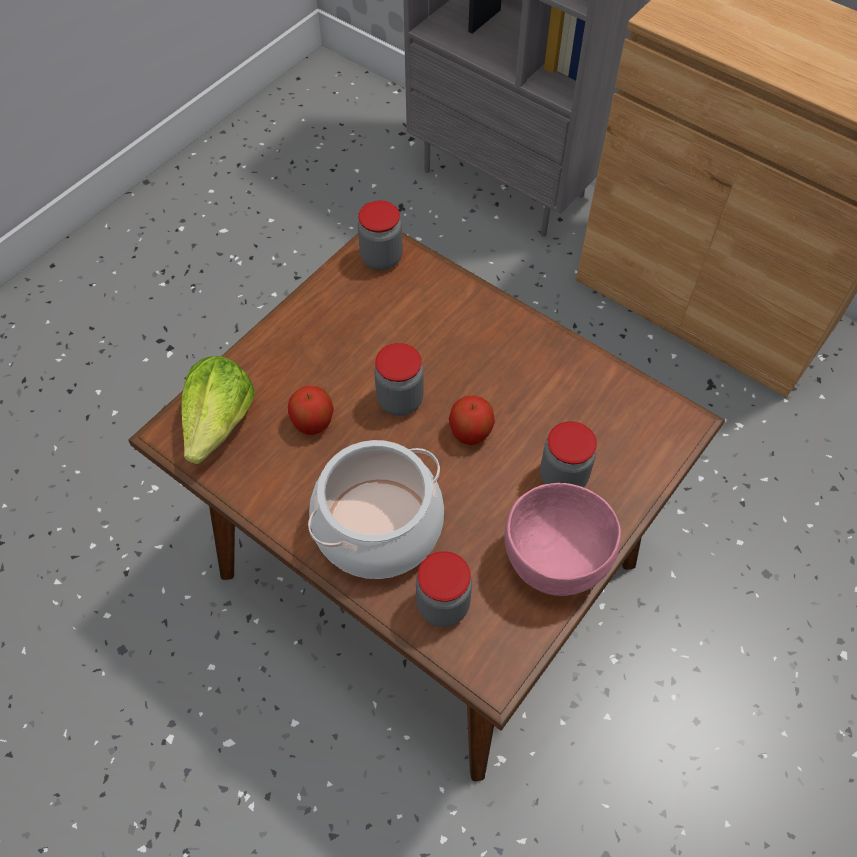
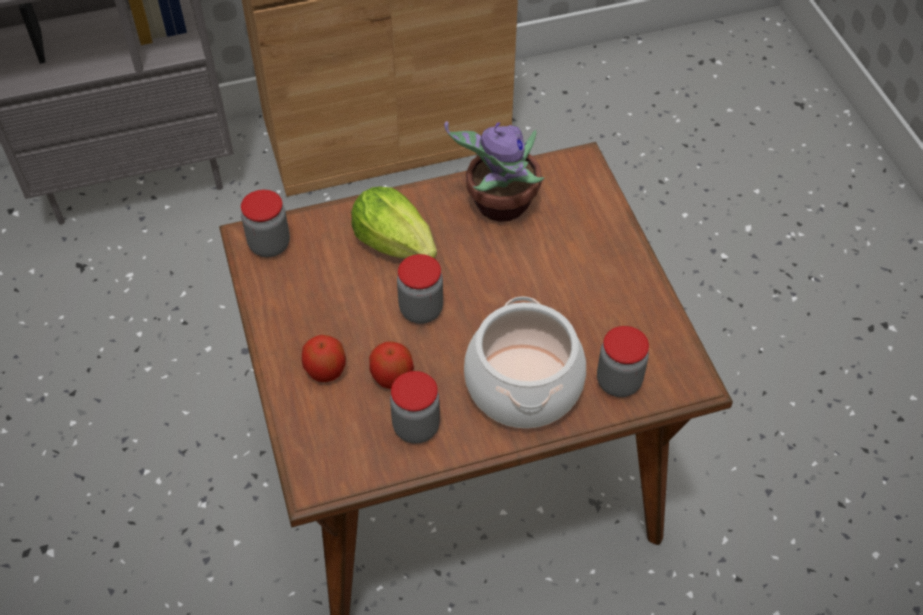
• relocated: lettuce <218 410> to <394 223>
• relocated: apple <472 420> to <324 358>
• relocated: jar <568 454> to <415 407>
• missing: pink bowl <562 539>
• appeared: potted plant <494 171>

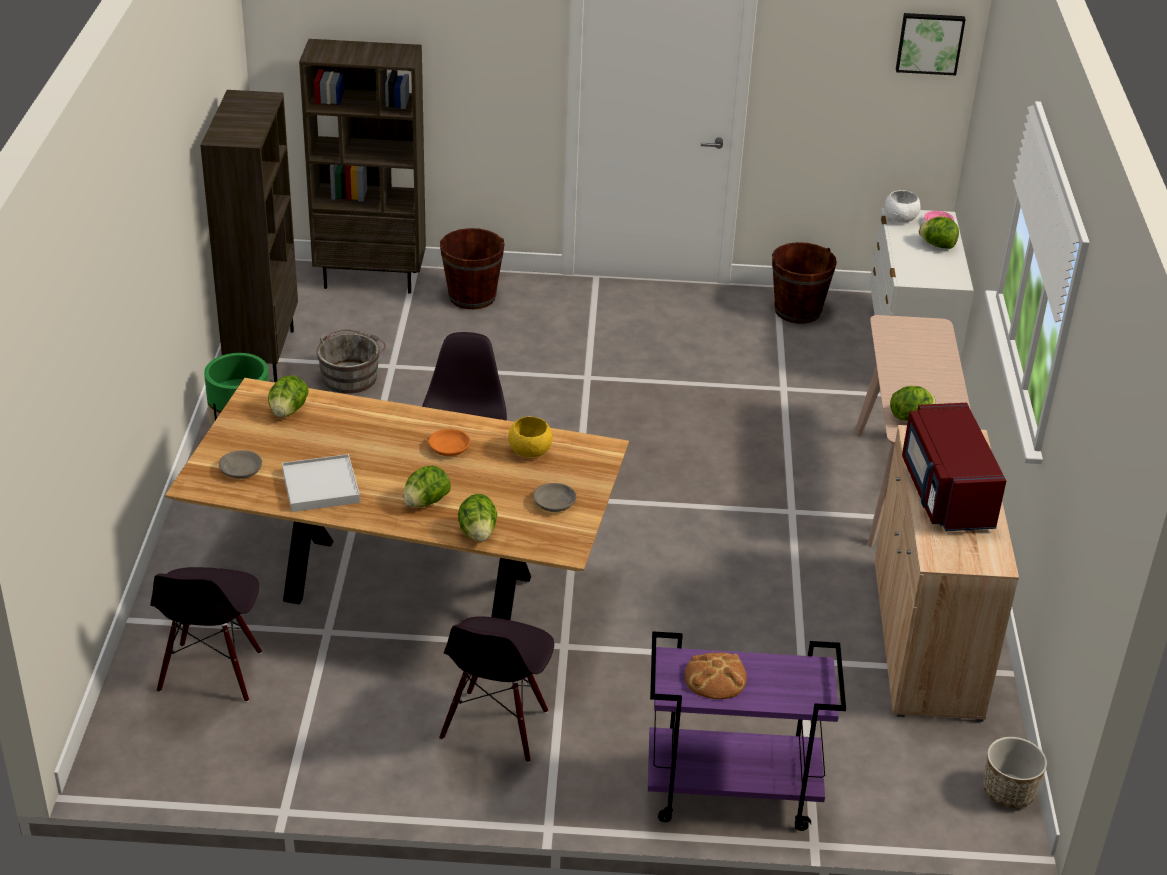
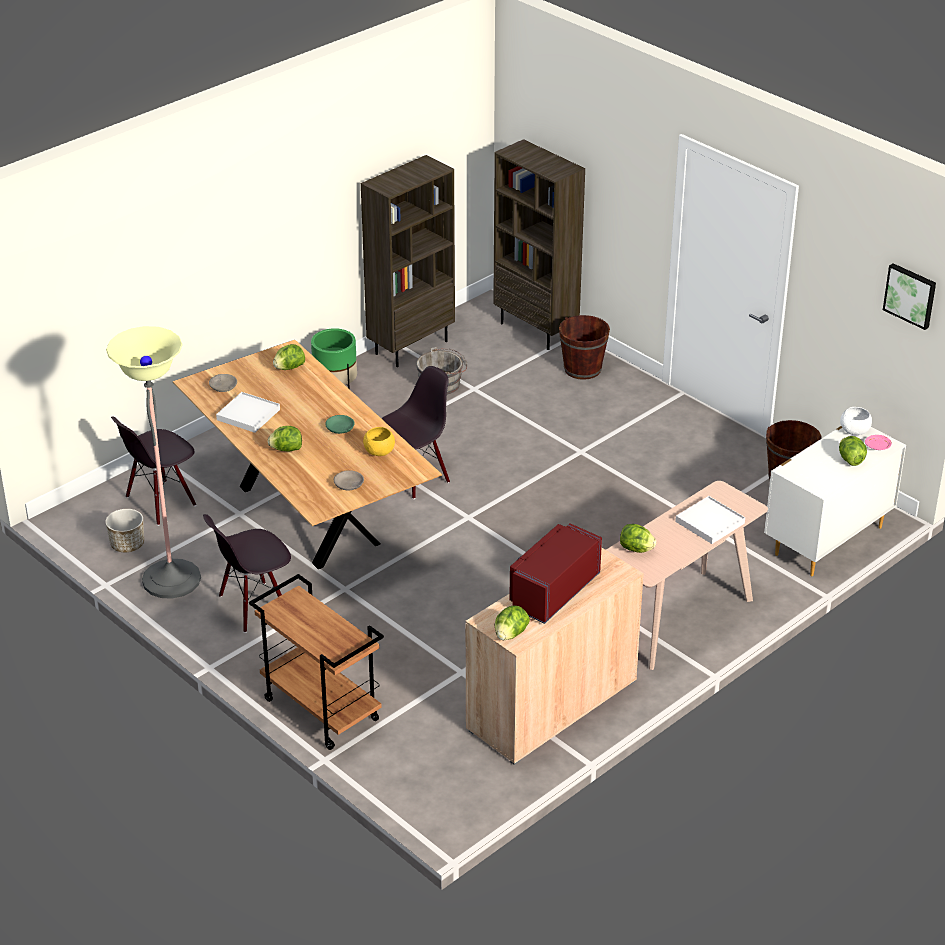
• colour: orange bowl <449 442> to green bowl <340 424>
• relocated: lettuce <477 518> to <512 623>
• colour: purple cart <747 731> to brown cart <316 662>
• missing: bread <716 676>
• relocated: planter <1015 772> to <124 530>
• appeared: floor lamp <153 462>
• appeared: white tray <710 520>

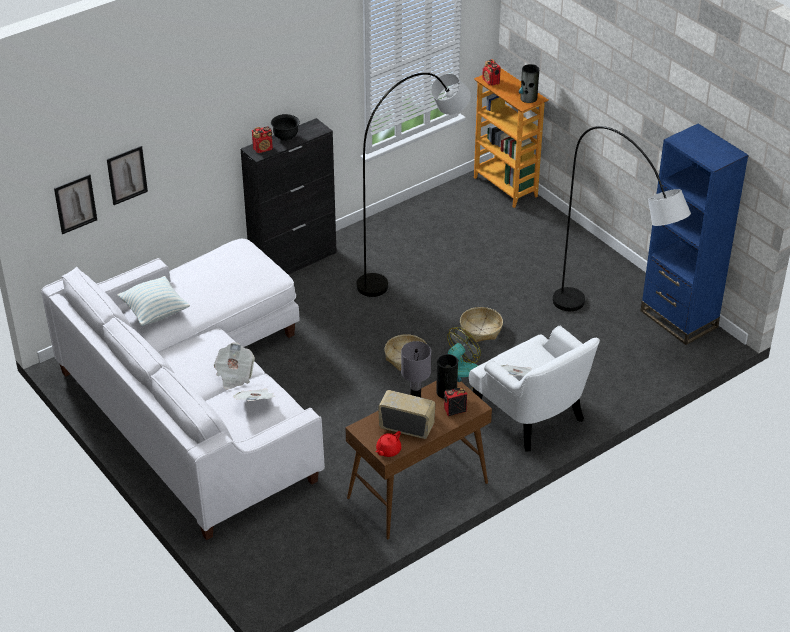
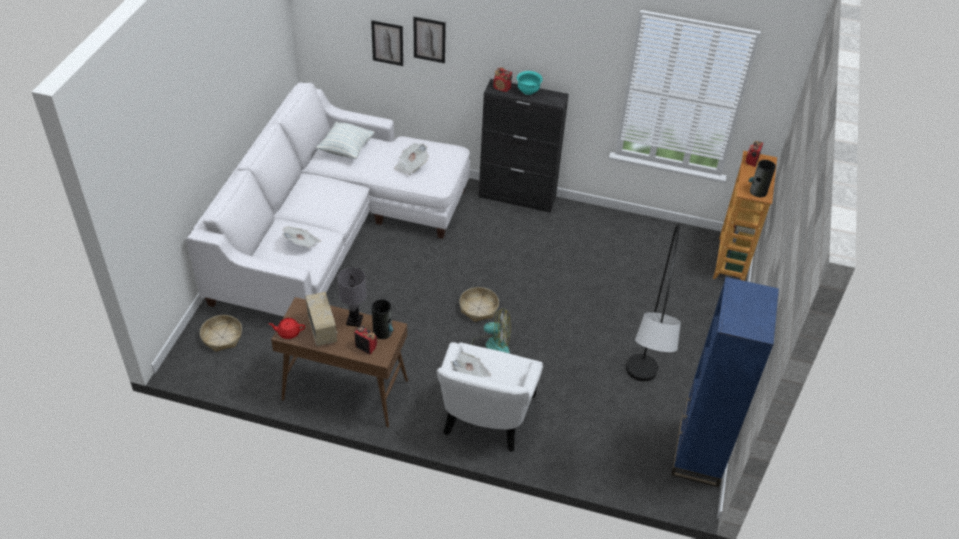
• missing: grey floor lamp <413 185>
• colour: black bowl <285 127> to turquoise bowl <530 83>
• relocated: picture <75 204> to <430 40>
• relocated: basket <481 324> to <221 333>
• relocated: newspaper <234 366> to <411 159>

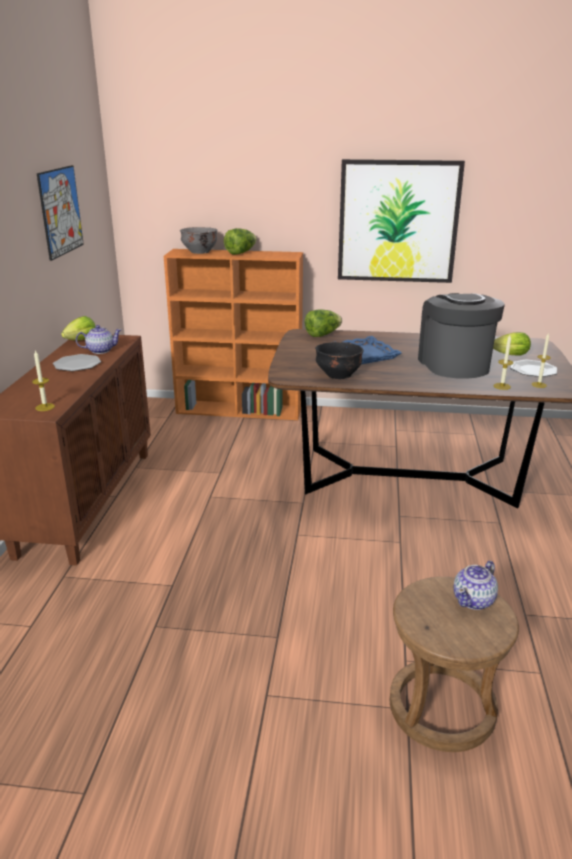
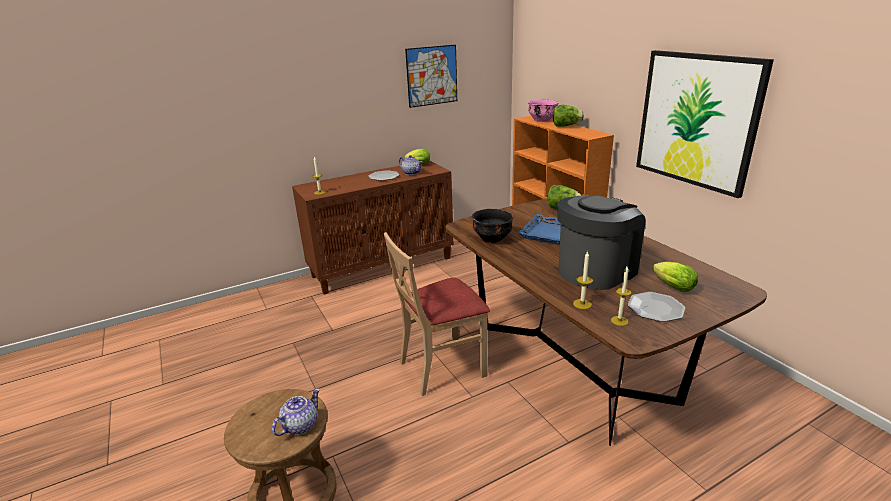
• colour: grey bowl <199 240> to pink bowl <543 111>
• spun: teapot <475 585> = <296 412> 120 degrees clockwise
• appeared: beige chair <437 314>

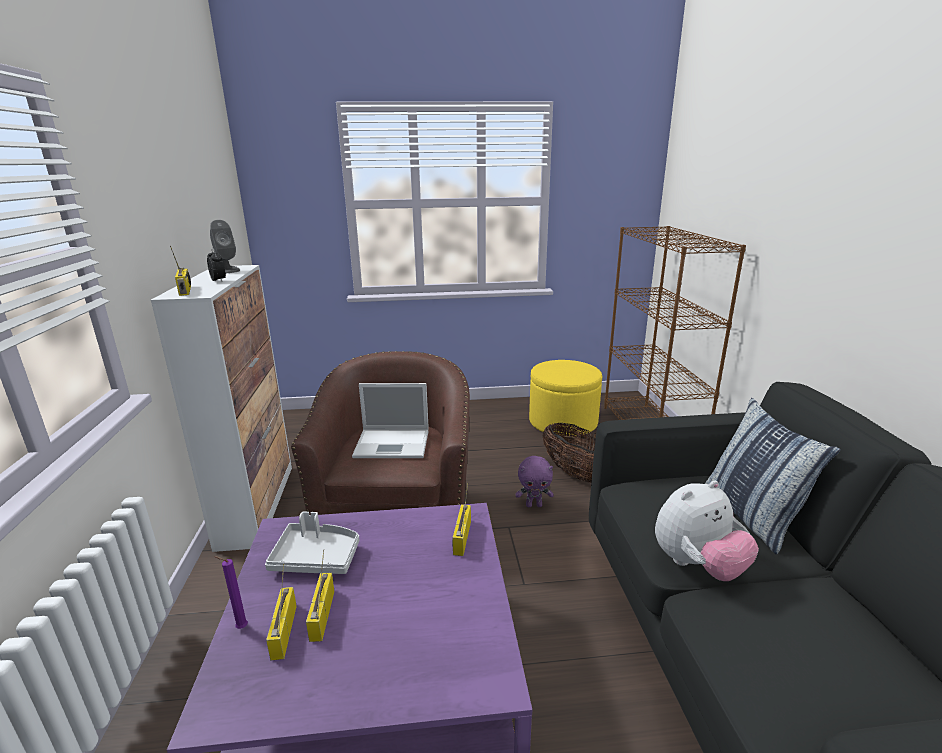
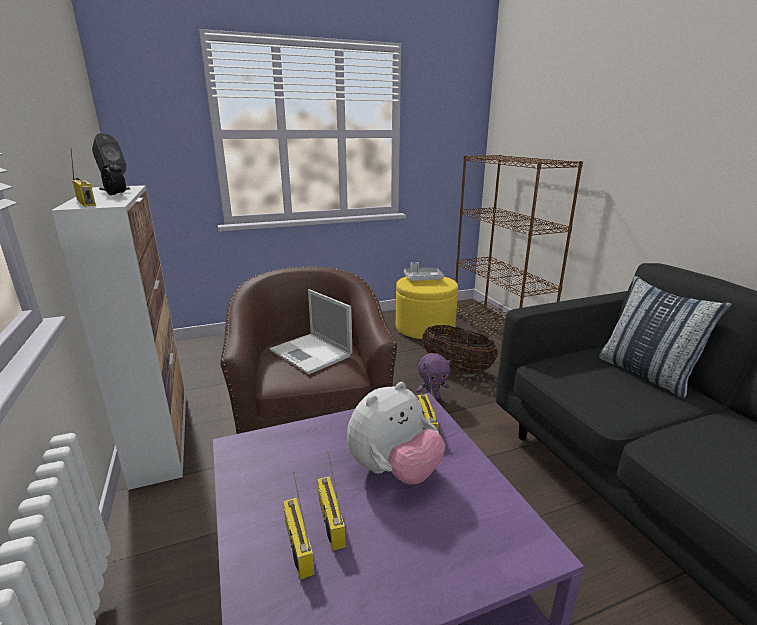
• spun: laptop <390 420> = <310 332> 60 degrees clockwise
• relocated: plush toy <707 530> to <396 433>
• relocated: grey tray <312 543> to <424 271>
• missing: purple candle <231 592>

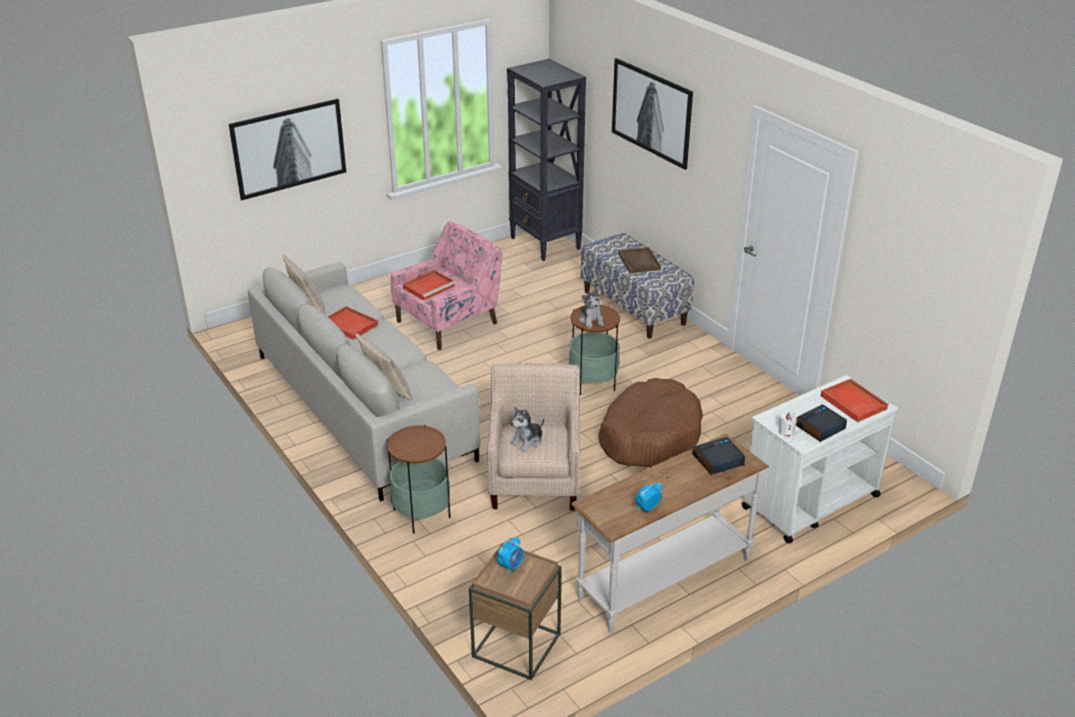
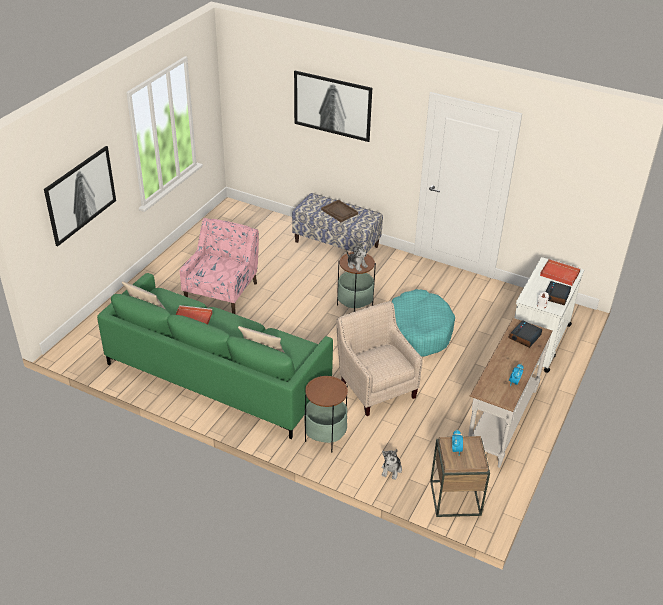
• missing: black bookcase <546 160>
• colour: grey sofa <364 382> to green sofa <215 356>
• missing: red tray <429 285>
• colour: brown dog bed <650 422> to turquoise dog bed <423 323>
• relocated: plush toy <527 429> to <392 464>

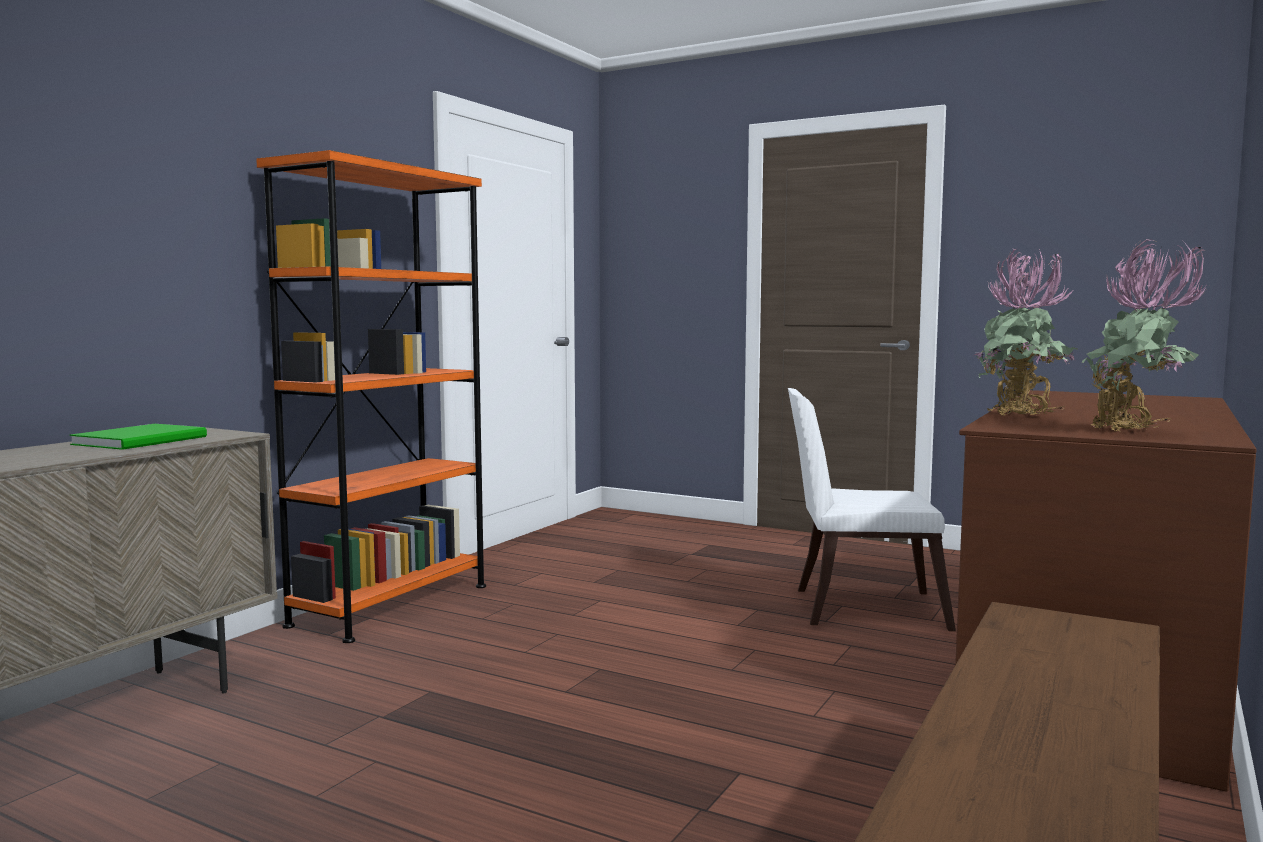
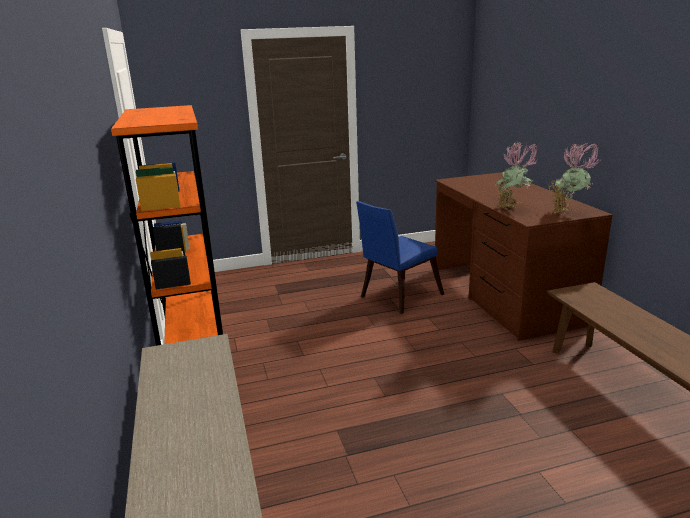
• colour: white chair <872 509> to blue chair <400 257>
• missing: green book <138 437>

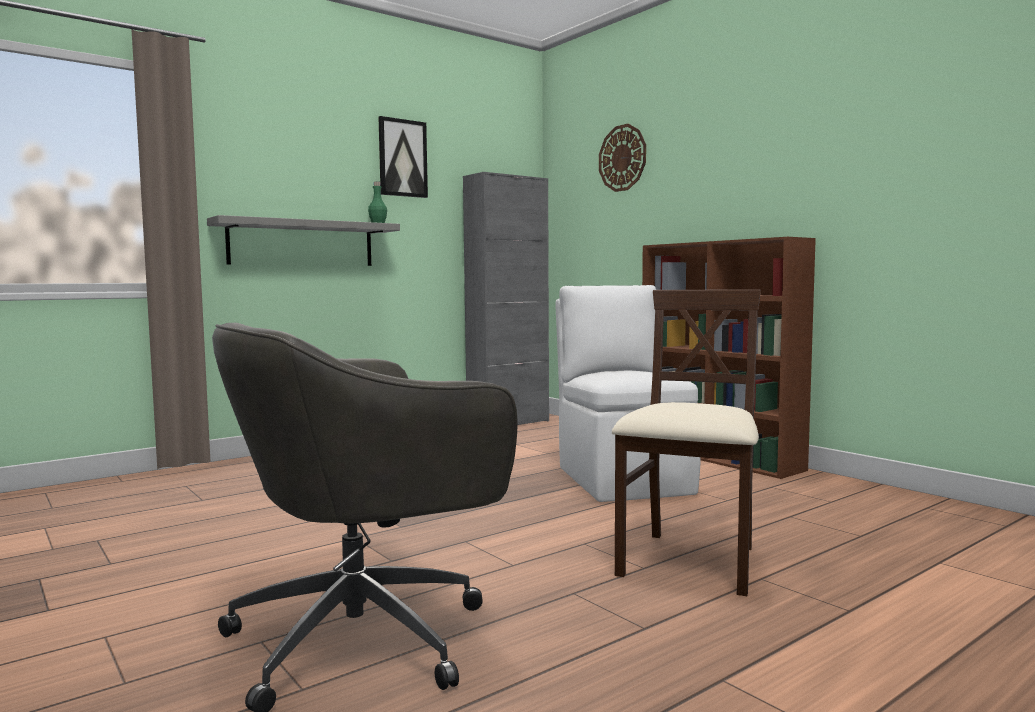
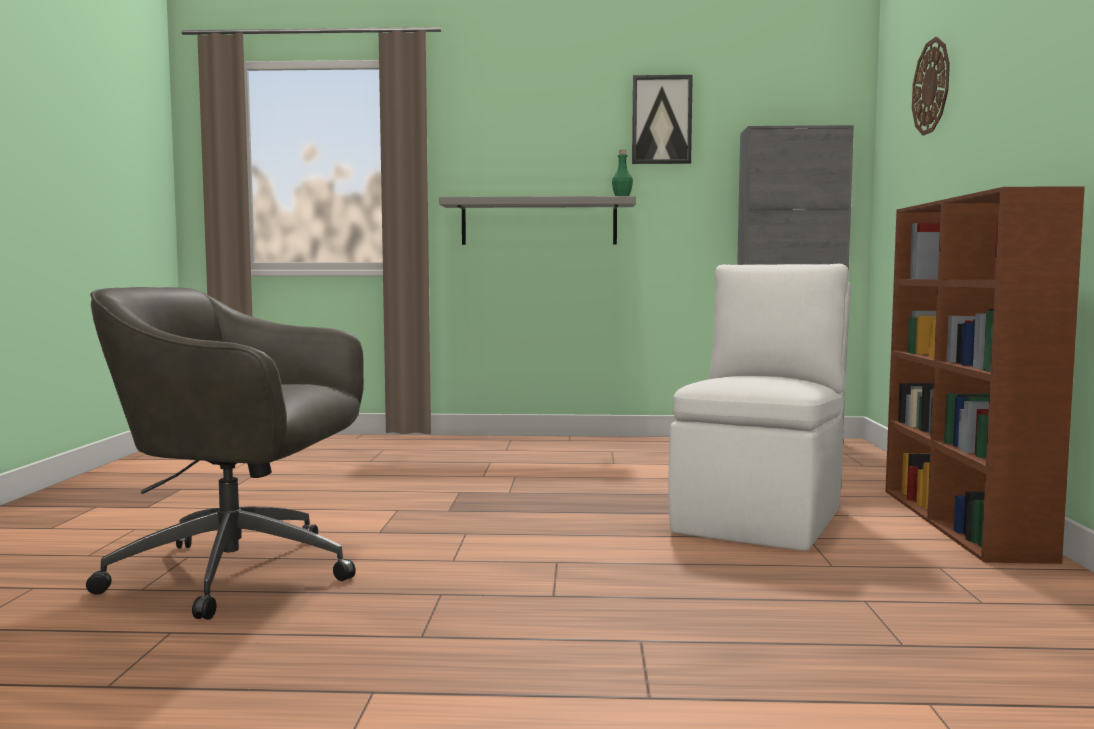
• missing: beige chair <686 442>

